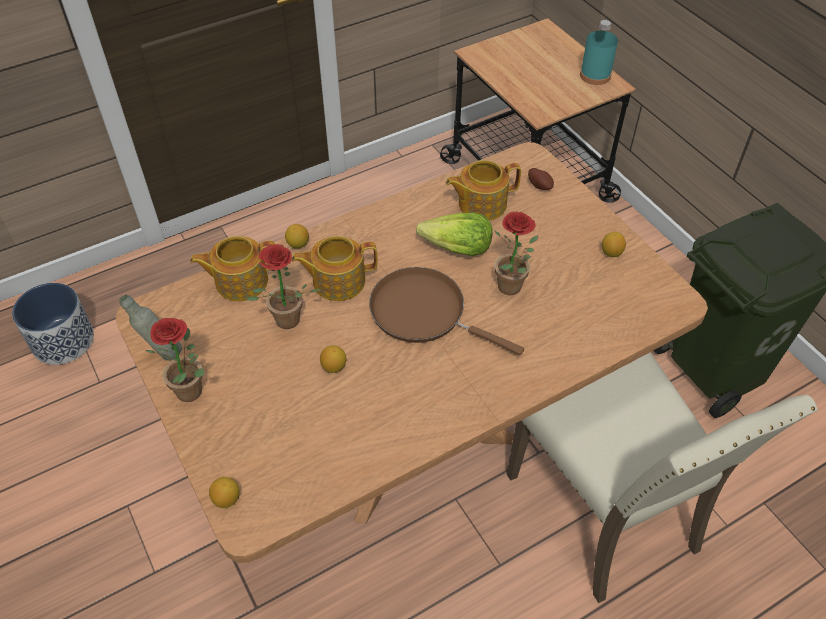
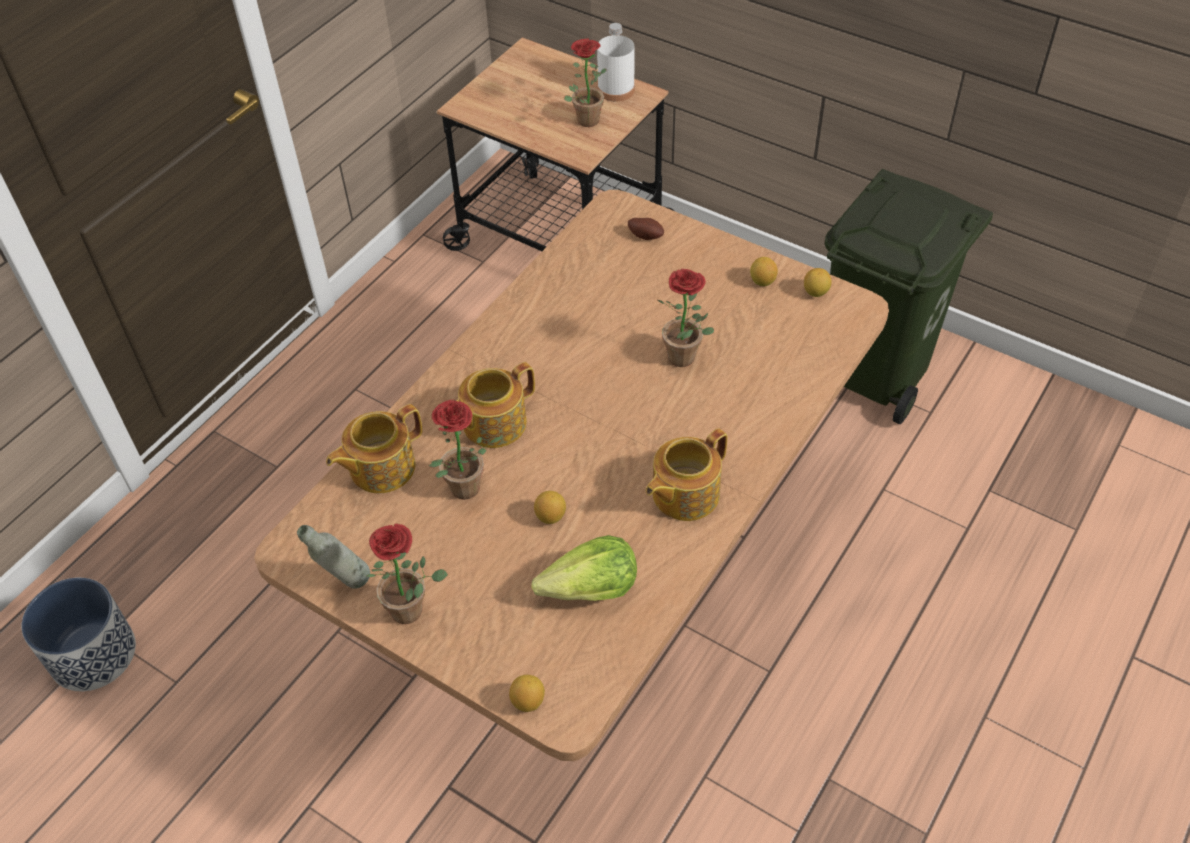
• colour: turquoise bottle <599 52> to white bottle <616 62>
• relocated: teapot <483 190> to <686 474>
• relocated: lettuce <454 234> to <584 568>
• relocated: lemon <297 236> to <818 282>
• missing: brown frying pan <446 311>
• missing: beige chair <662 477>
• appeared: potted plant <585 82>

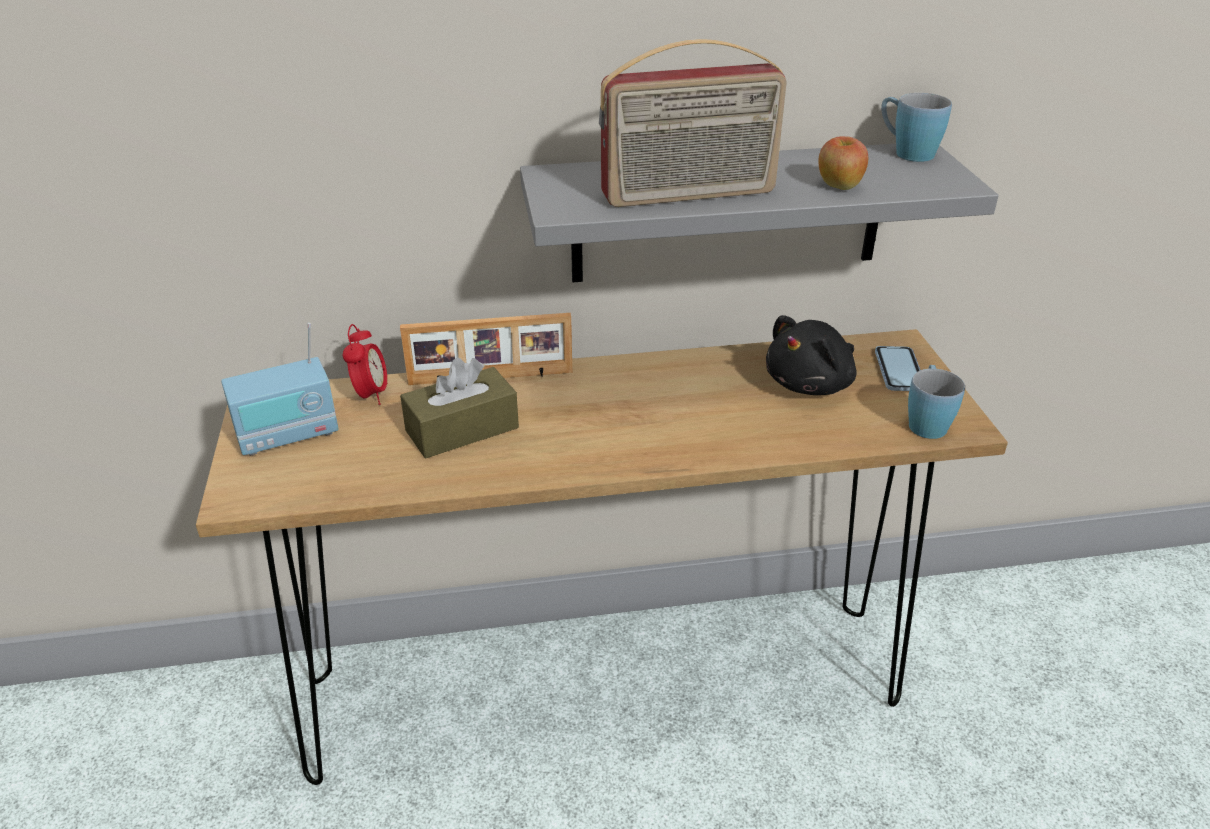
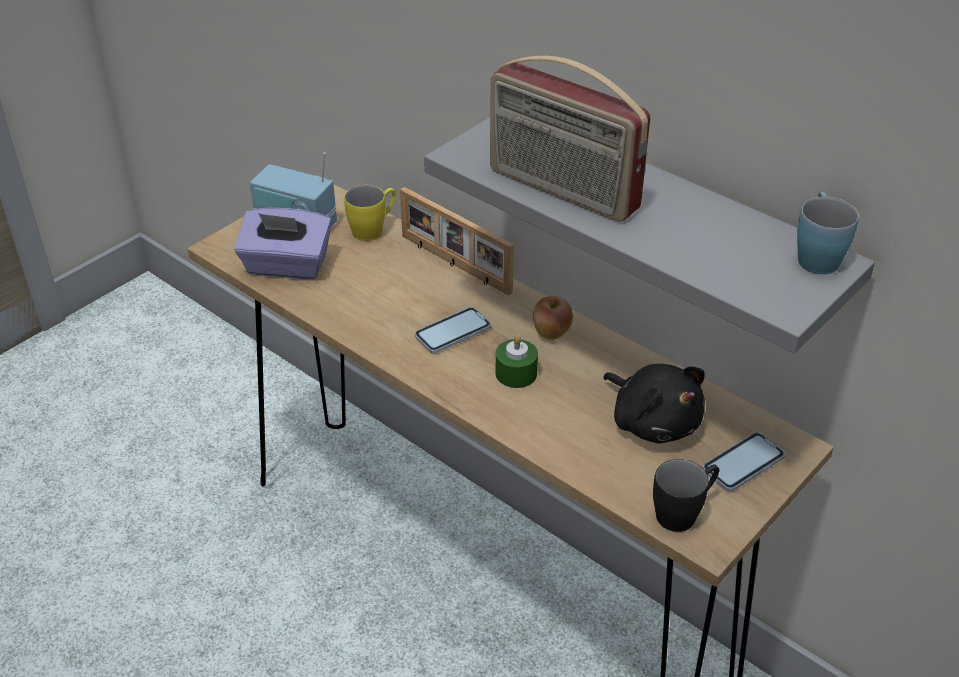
• relocated: apple <843 163> to <553 318>
• spun: black plush toy <811 355> = <654 403> 135 degrees counterclockwise
• exchanged: alarm clock <365 364> to yellow mug <370 213>
• missing: brown tissue box <459 408>
• colour: blue mug <936 402> to black mug <686 495>
• appeared: purple tissue box <283 243>
• appeared: phone <453 330>
• appeared: green candle <517 361>

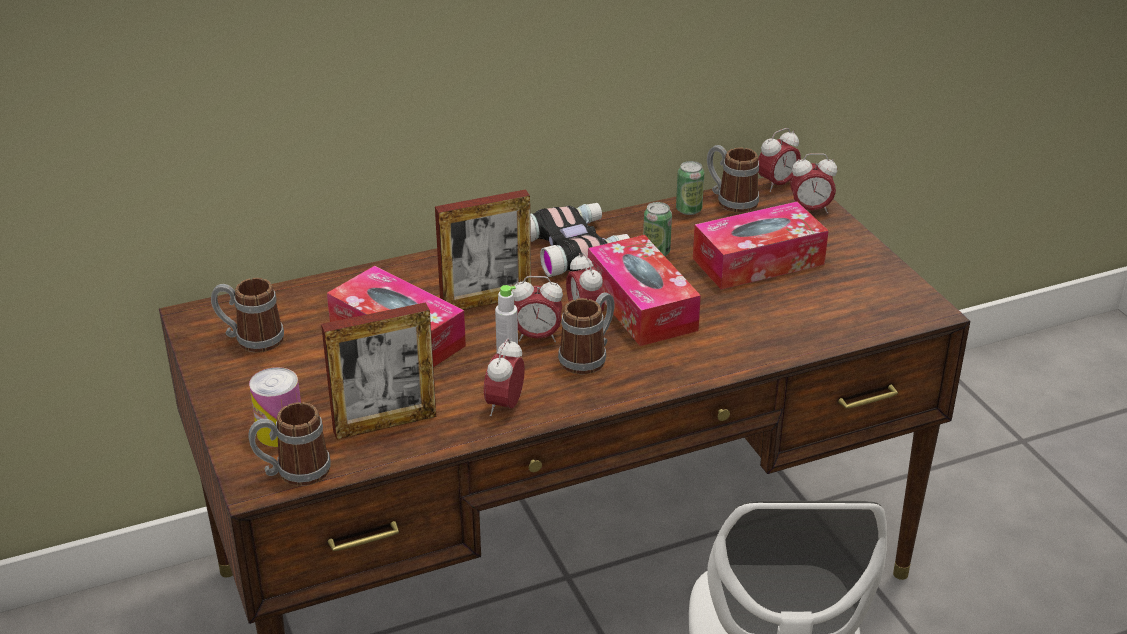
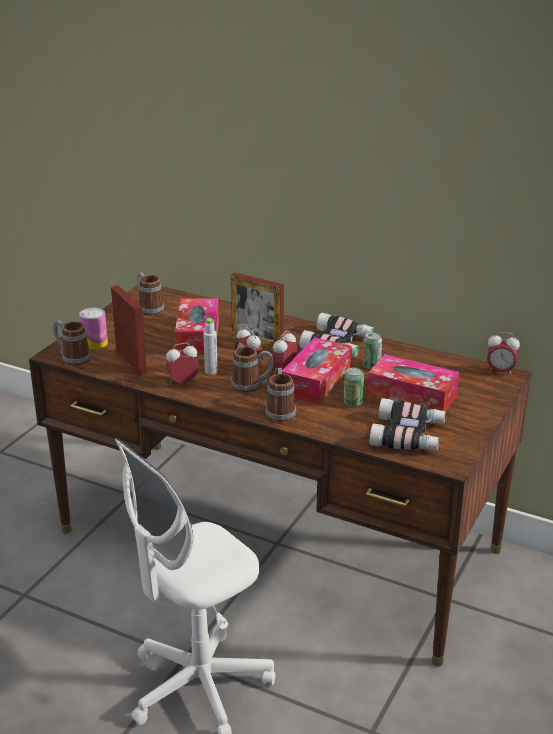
• relocated: mug <733 179> to <280 395>
• missing: alarm clock <813 183>
• relocated: can <690 188> to <354 387>
• spun: picture frame <378 371> = <129 330> 150 degrees counterclockwise
• appeared: binoculars <407 424>

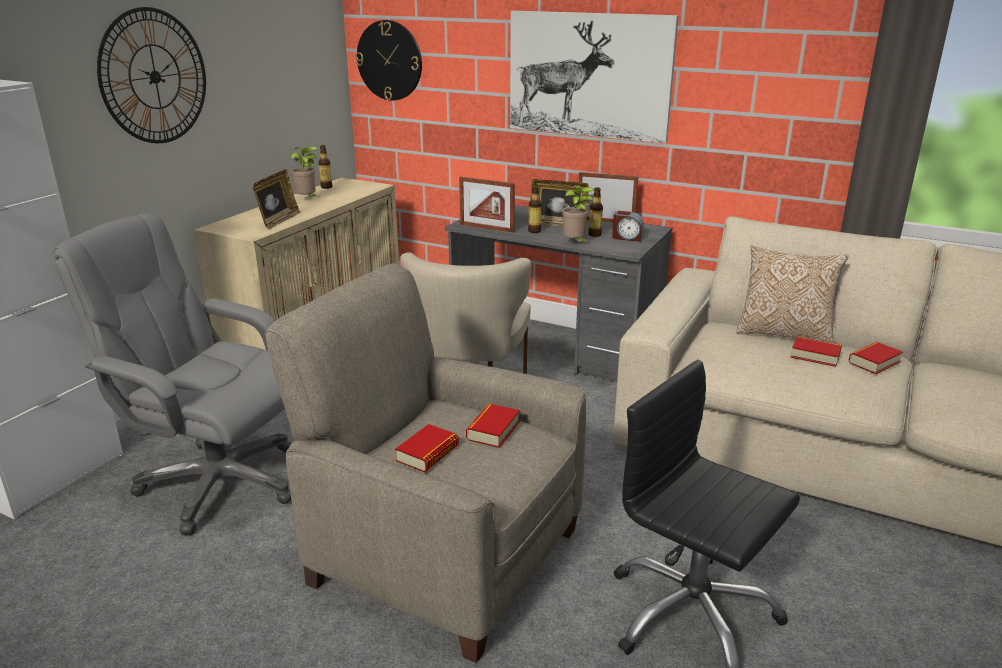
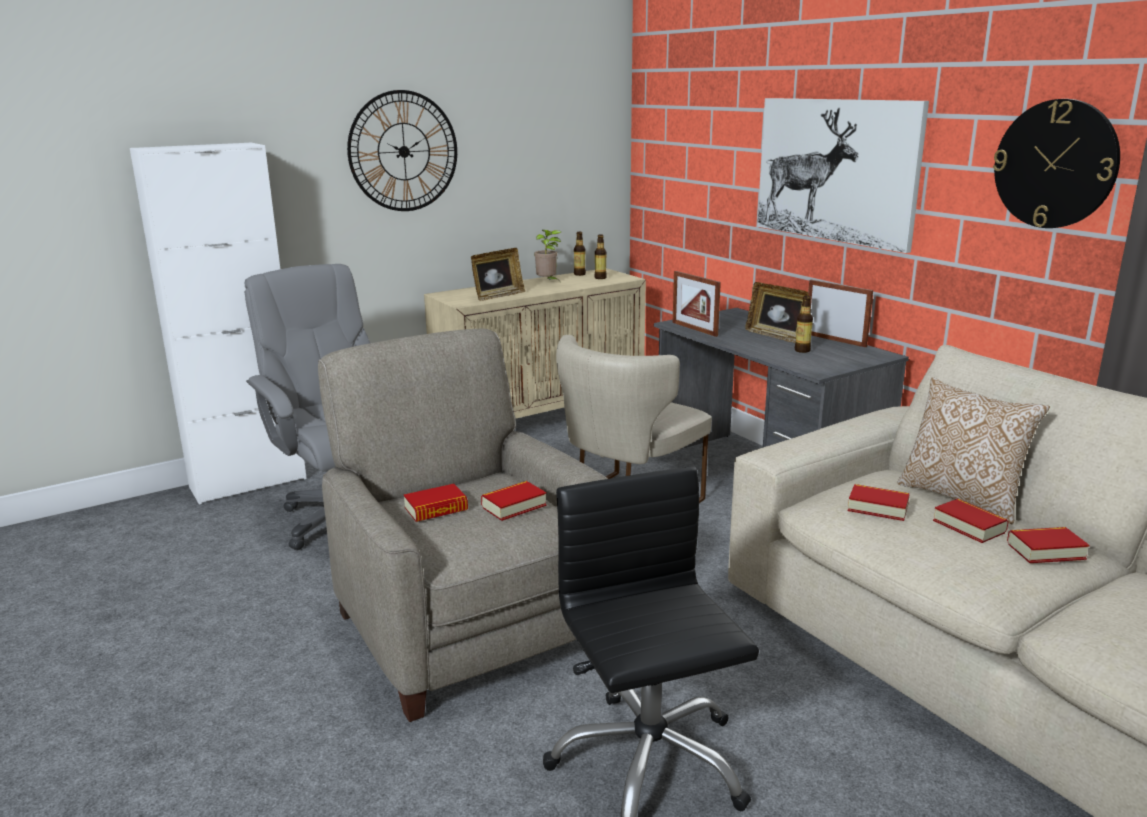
• relocated: wall clock <389 60> to <1056 163>
• relocated: bottle <535 208> to <601 256>
• missing: potted plant <578 215>
• missing: alarm clock <628 226>
• appeared: book <879 502>

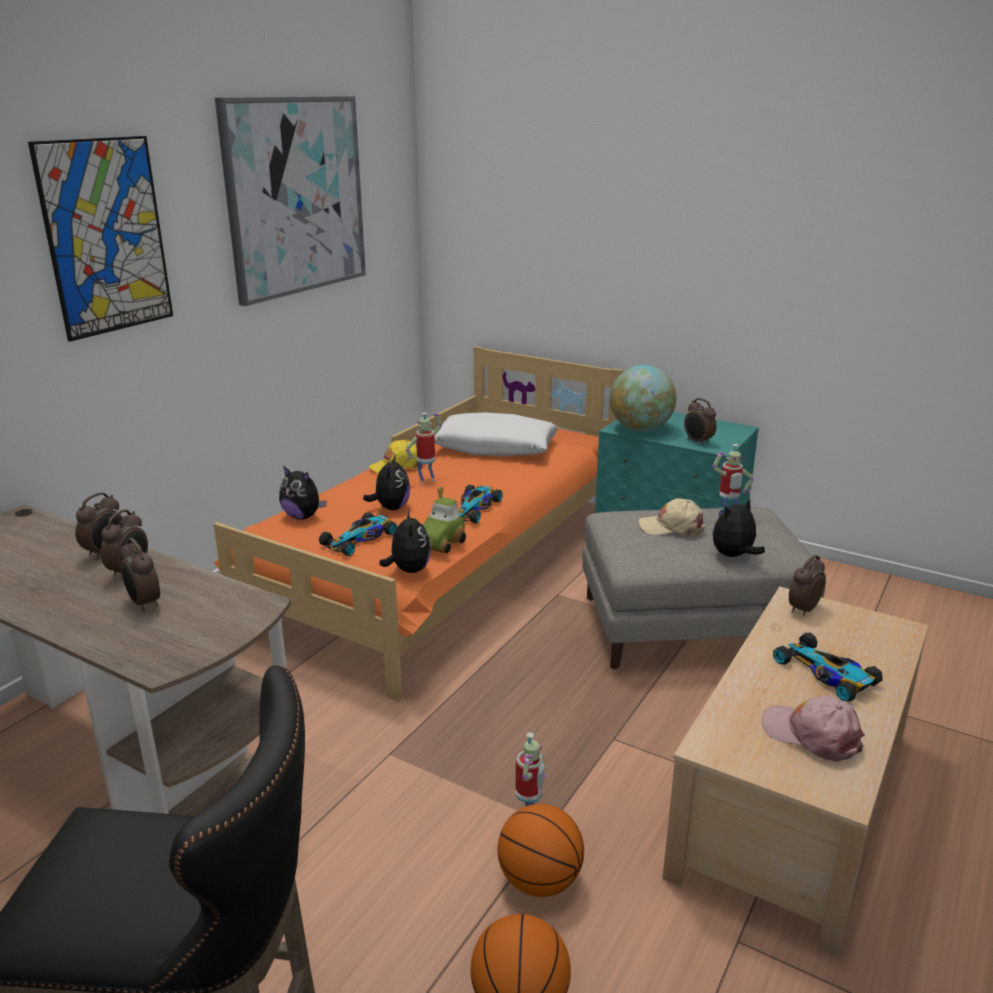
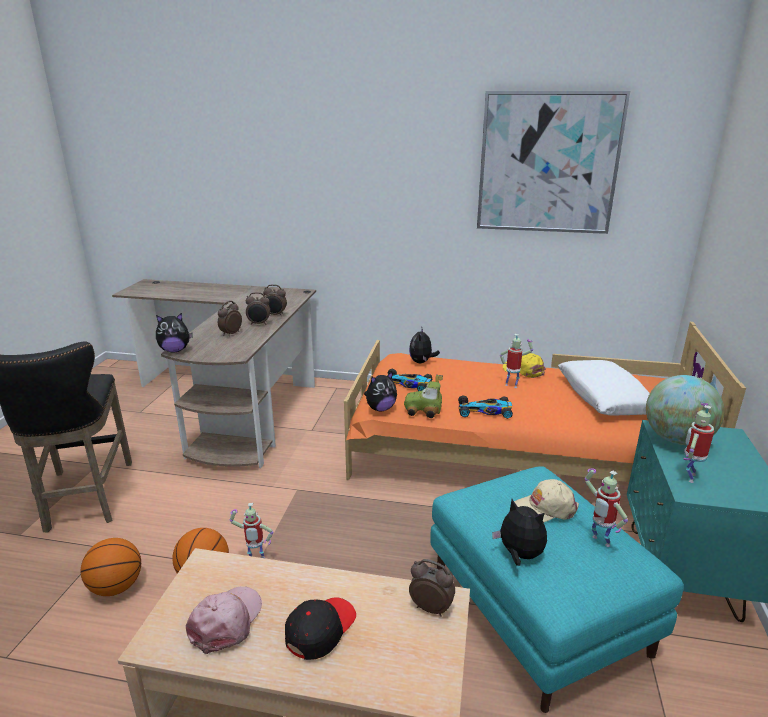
• missing: picture <100 239>
• exchanged: alarm clock <700 422> to toy robot <698 442>
• relocated: plush toy <386 482> to <174 333>
• spun: beige cap <672 517> = <546 500> 90 degrees counterclockwise
• colour: grey ottoman <704 588> to turquoise ottoman <557 589>
• exchanged: toy car <828 667> to black cap <320 628>

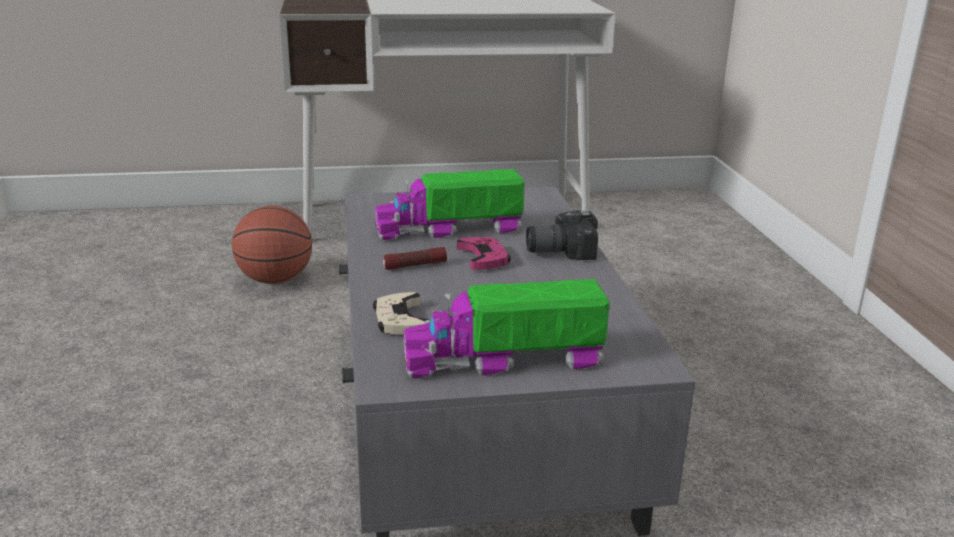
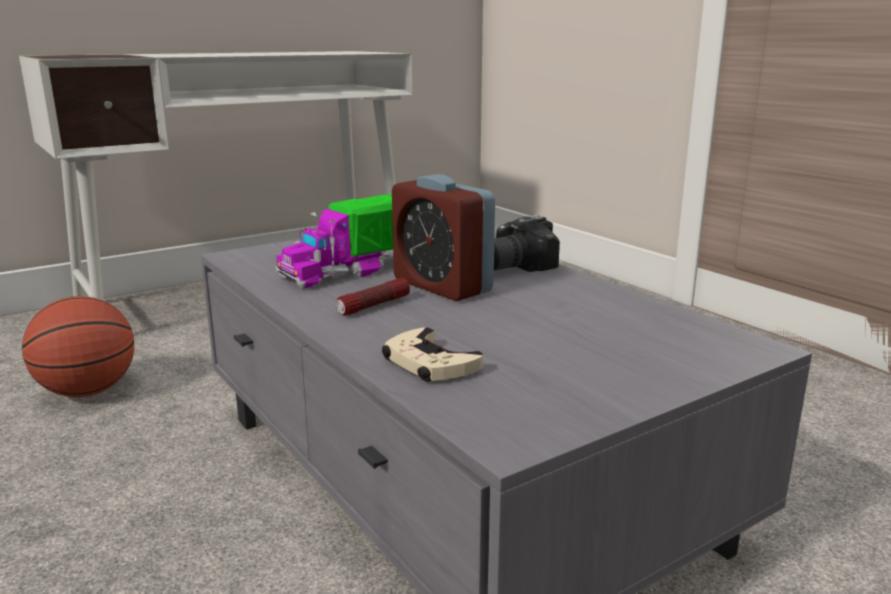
• exchanged: pink game controller <484 253> to alarm clock <443 237>
• missing: toy truck <506 328>

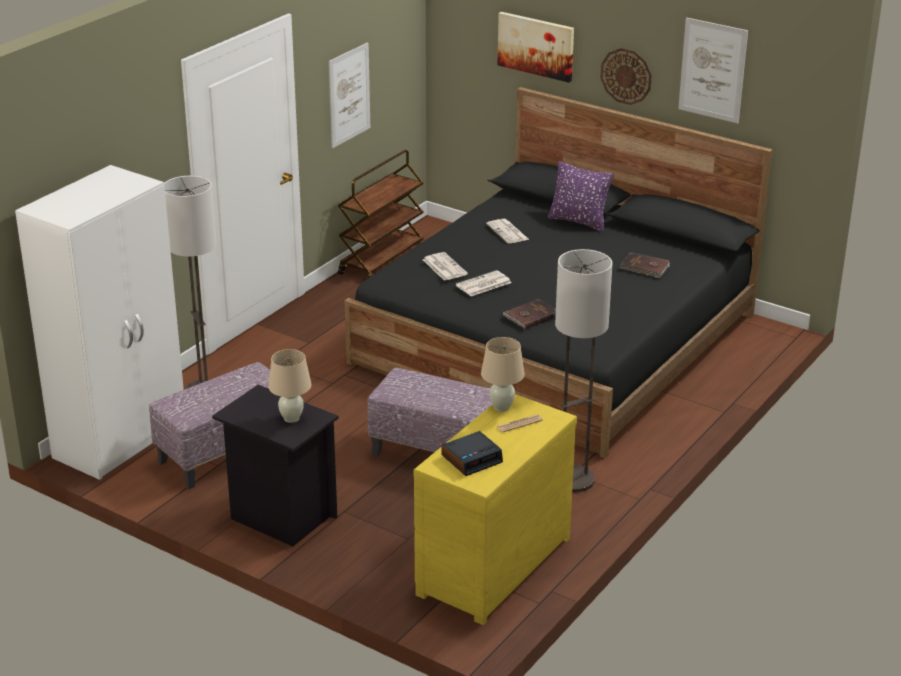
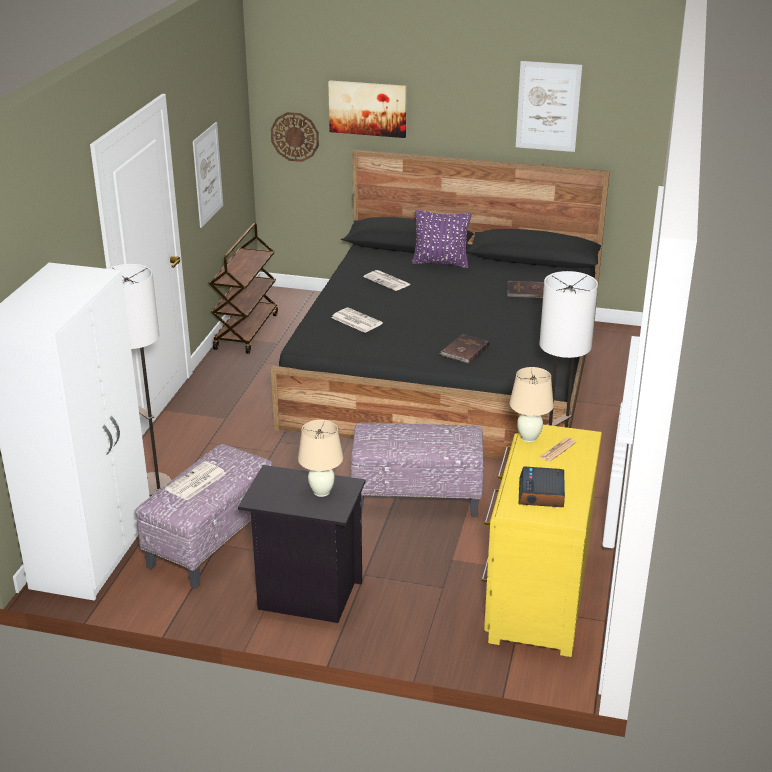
• relocated: wall clock <626 76> to <295 137>
• relocated: newspaper <483 283> to <195 481>
• spun: alarm clock <472 453> = <542 486> 150 degrees clockwise

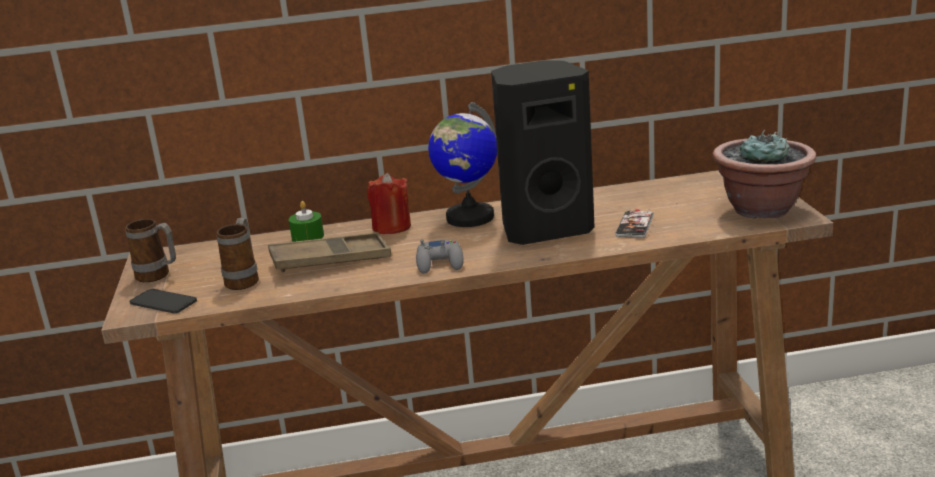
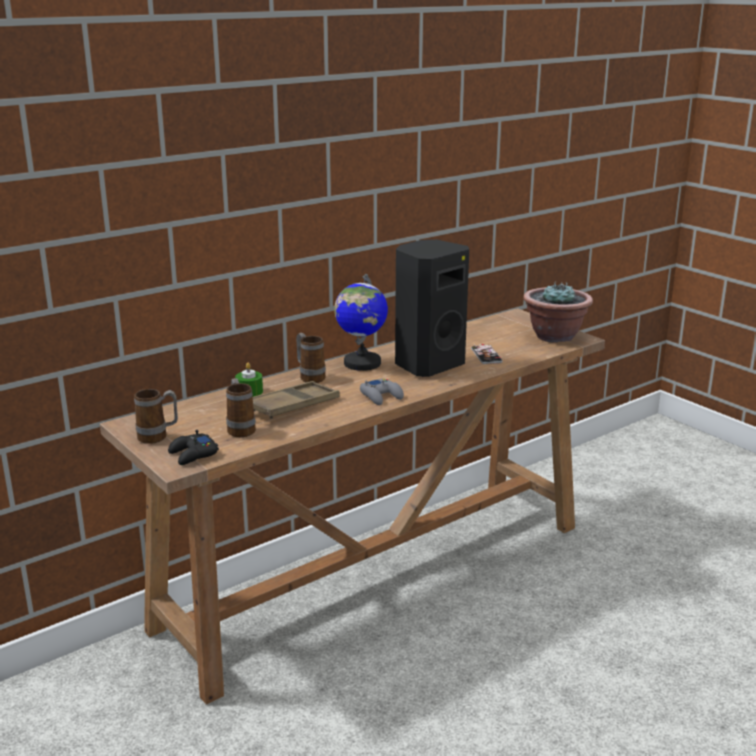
• exchanged: red candle <389 203> to mug <311 358>
• exchanged: phone <163 301> to black game controller <193 447>

